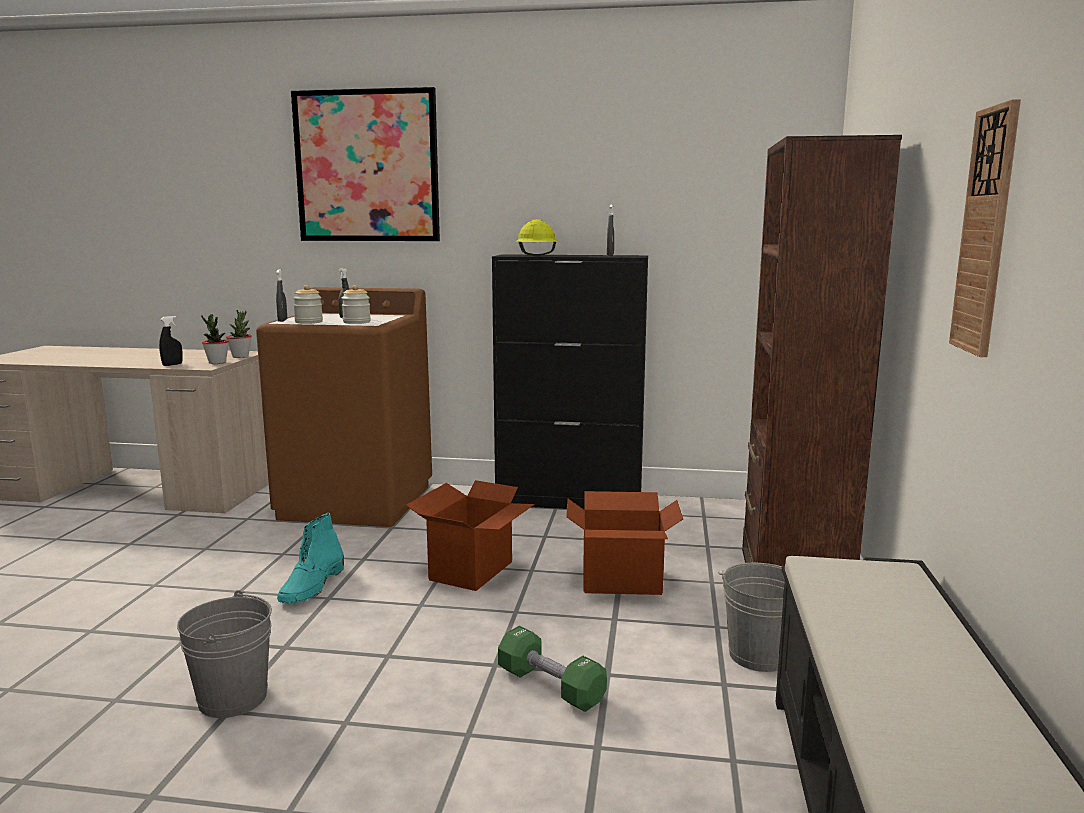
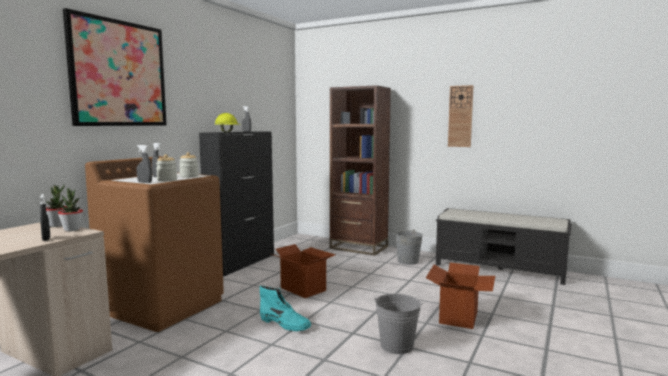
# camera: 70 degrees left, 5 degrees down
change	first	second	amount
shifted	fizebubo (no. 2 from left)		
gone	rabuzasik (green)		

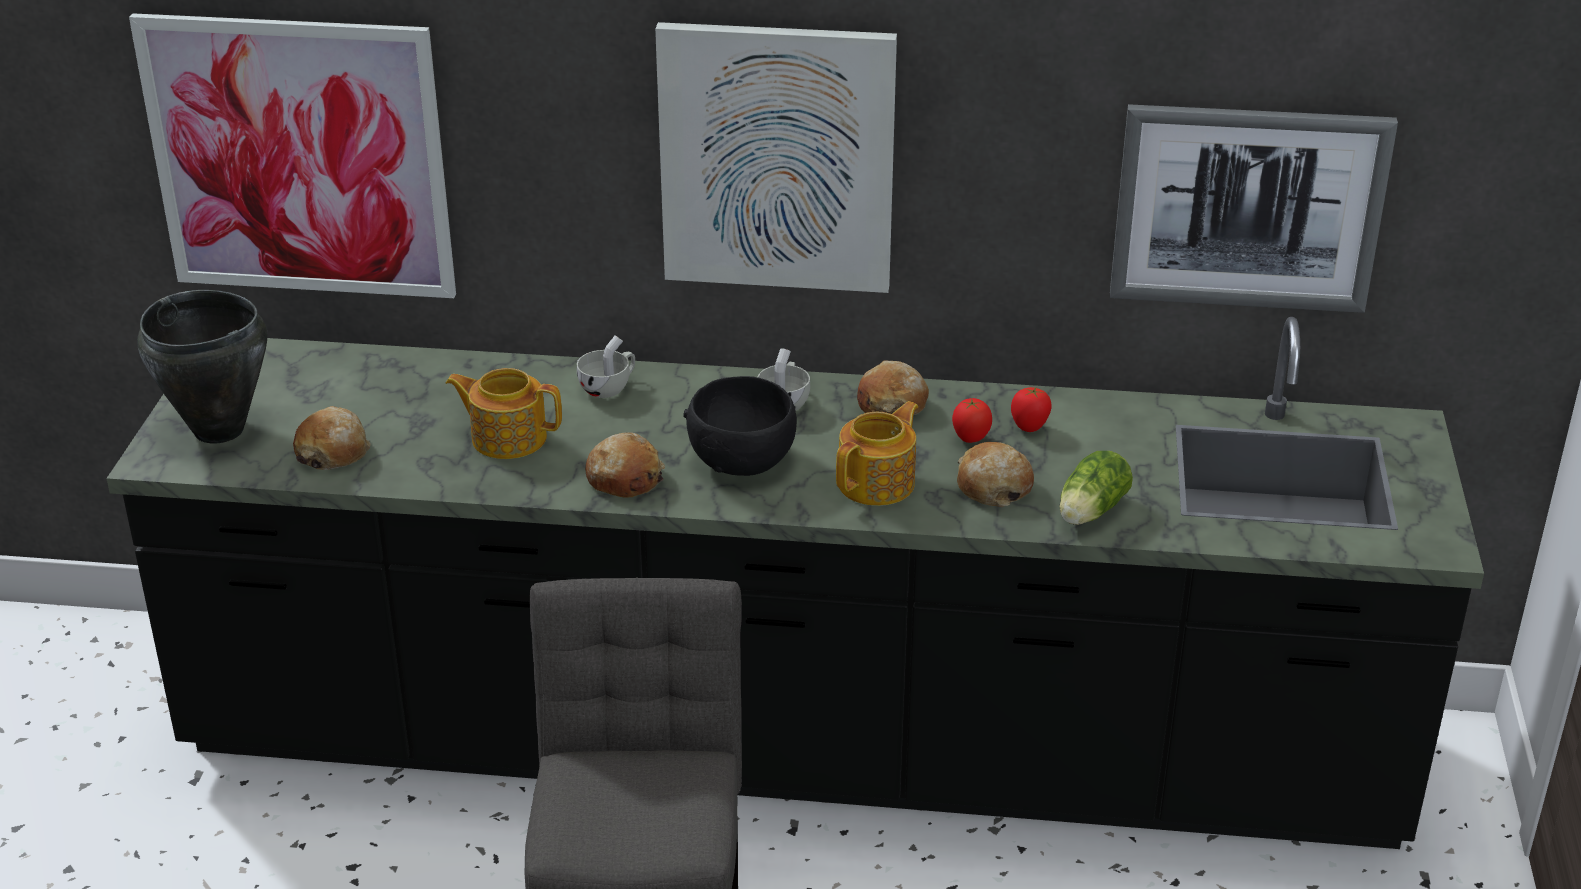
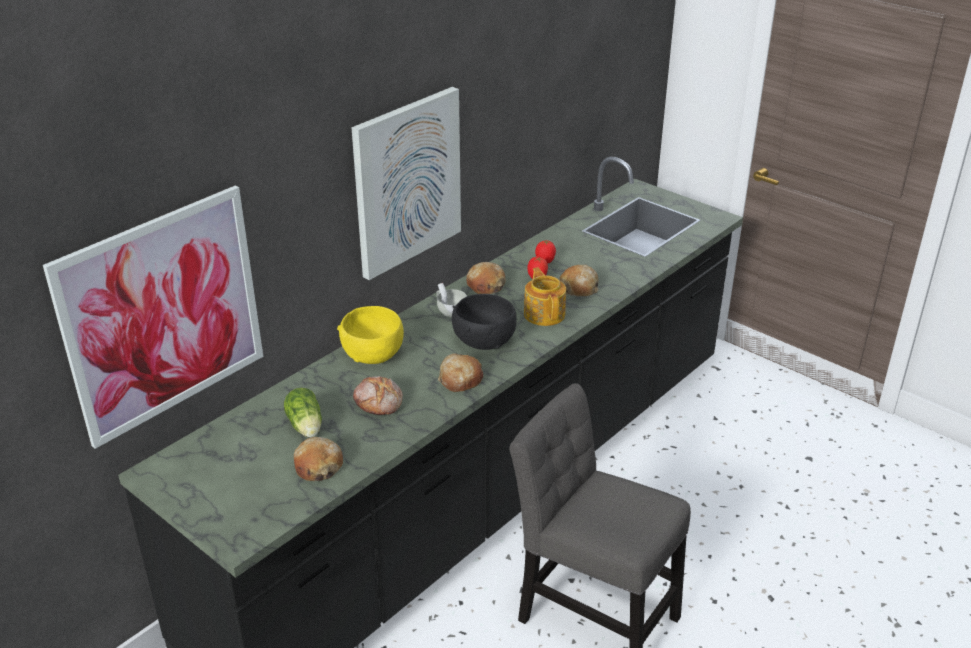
# camera: 55 degrees left, 0 degrees up
change	first	second	amount
shifted	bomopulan		
swapped	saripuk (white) (no. 1 from left)	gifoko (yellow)	
swapped	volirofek (no. 1 from left)	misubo (no. 2 from left)	
gone	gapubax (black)		
gone	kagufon (no. 3 from left)		

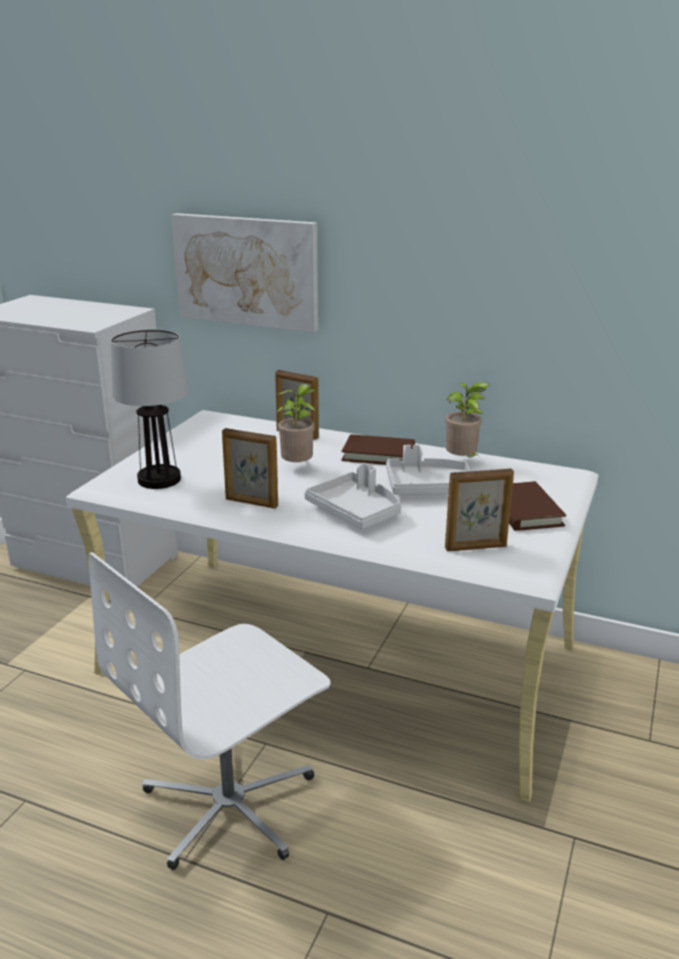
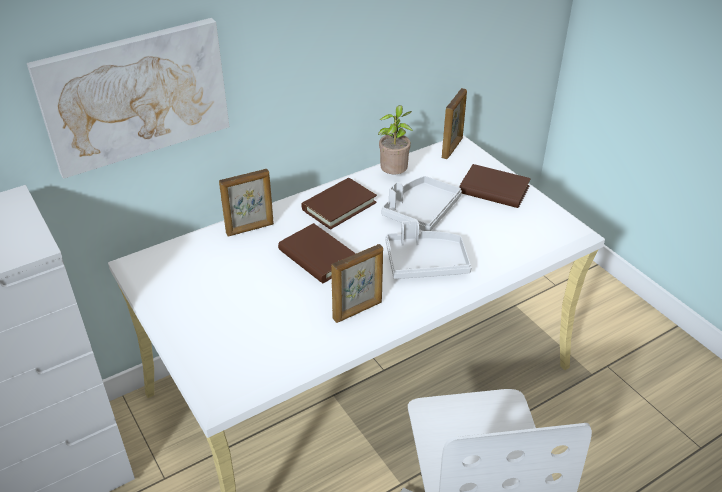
# camera: 55 degrees left, 15 degrees up
change	first	second	amount
swapped	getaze (no. 1 from left)	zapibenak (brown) (no. 1 from left)	
shifted	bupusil (no. 3 from left)		
gone	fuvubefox		

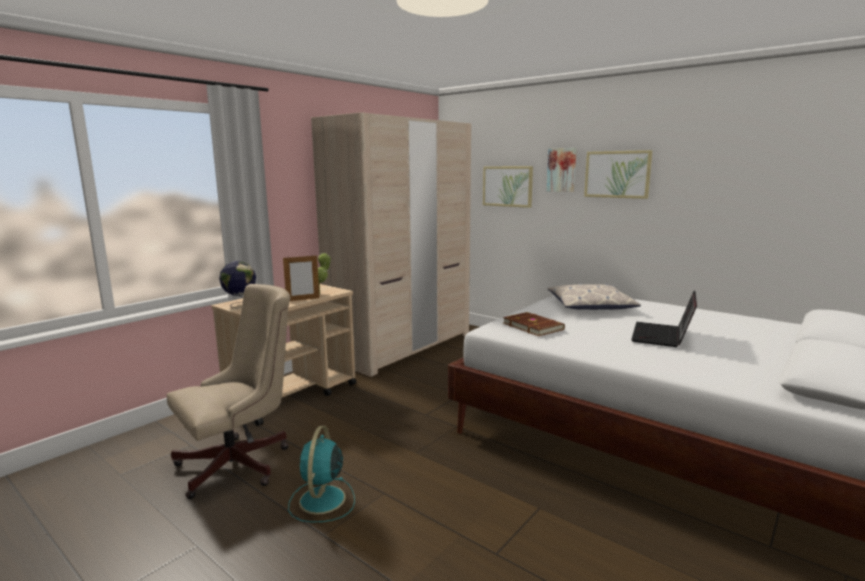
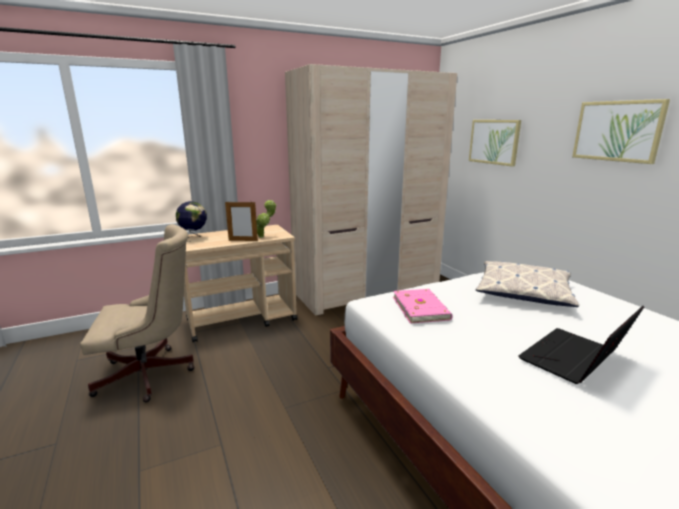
# camera: 25 degrees right, 5 degrees up
change	first	second	amount
repainted	zapibenak (brown)	zapibenak (pink)	
gone	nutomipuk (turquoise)		
gone	kagufon (no. 2 from left)		

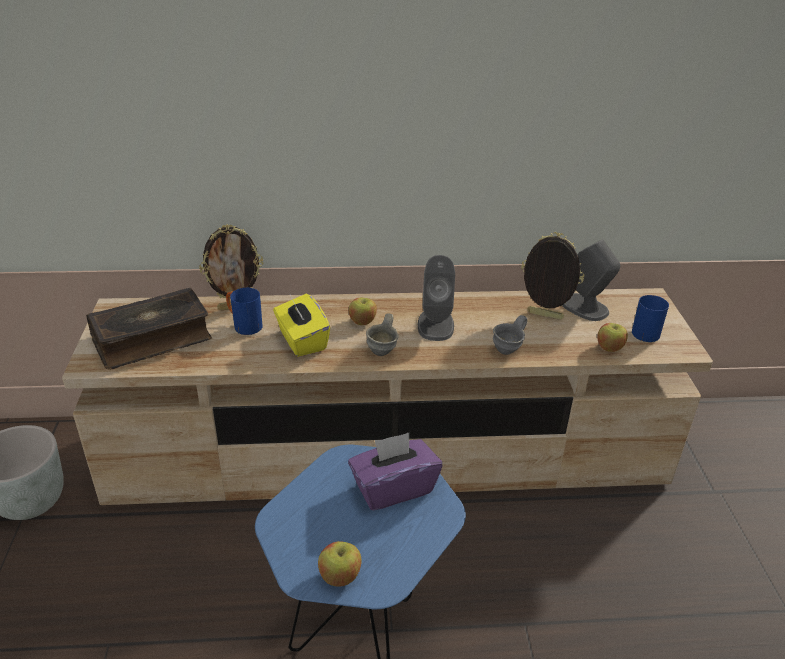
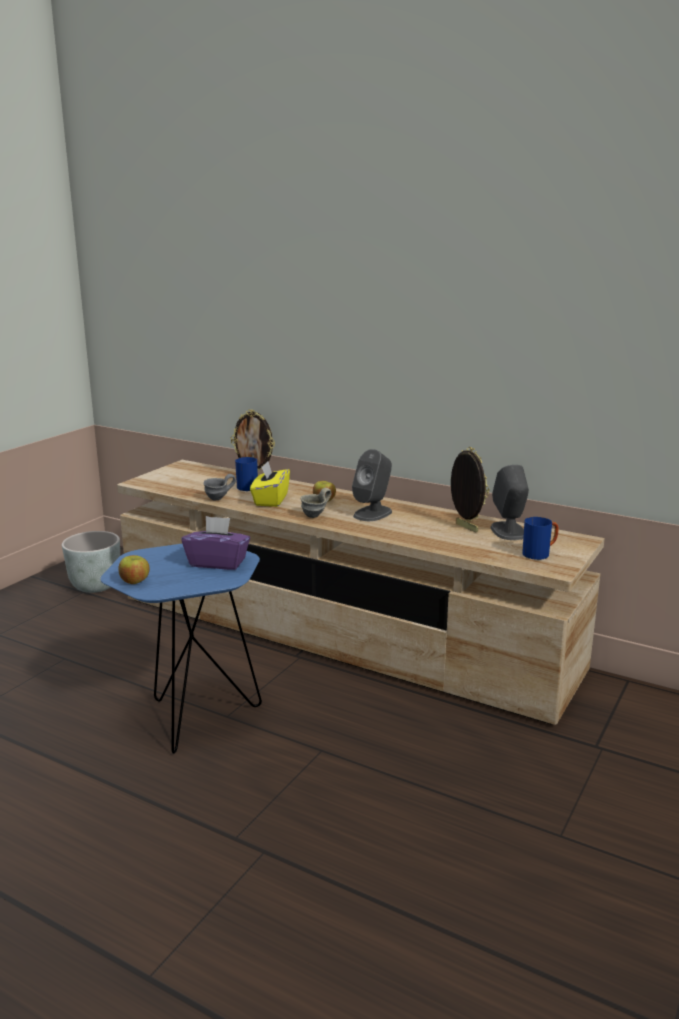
# camera: 35 degrees right, 15 degrees down
change	first	second	amount
shifted	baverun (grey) (no. 2 from left in the first image)	baverun (grey) (no. 1 from left)	
gone	zapibenak		
gone	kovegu (no. 3 from left)		

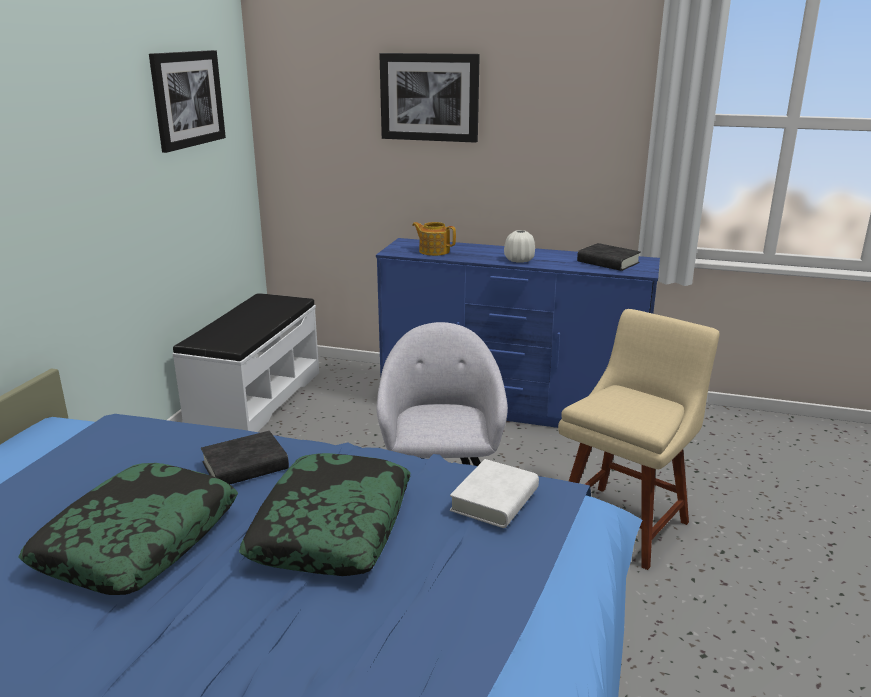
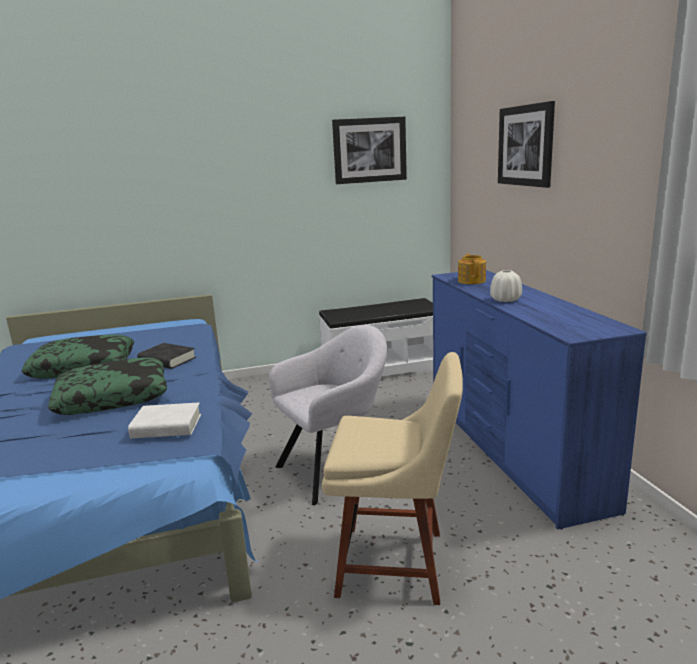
# camera: 60 degrees right, 5 degrees down
change	first	second	amount
gone	zapibenak (black) (no. 2 from left)		

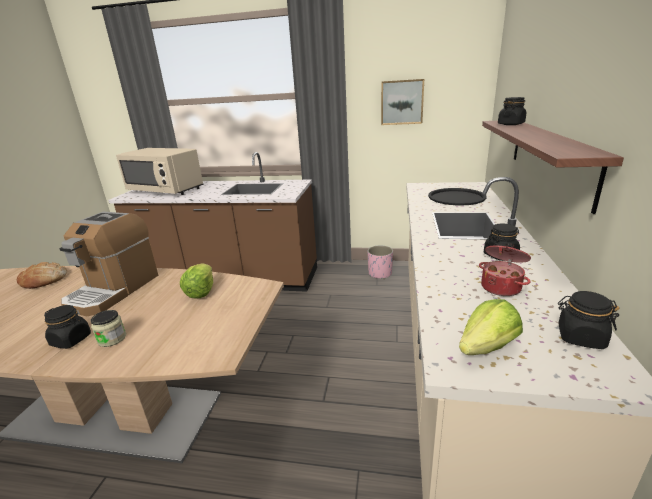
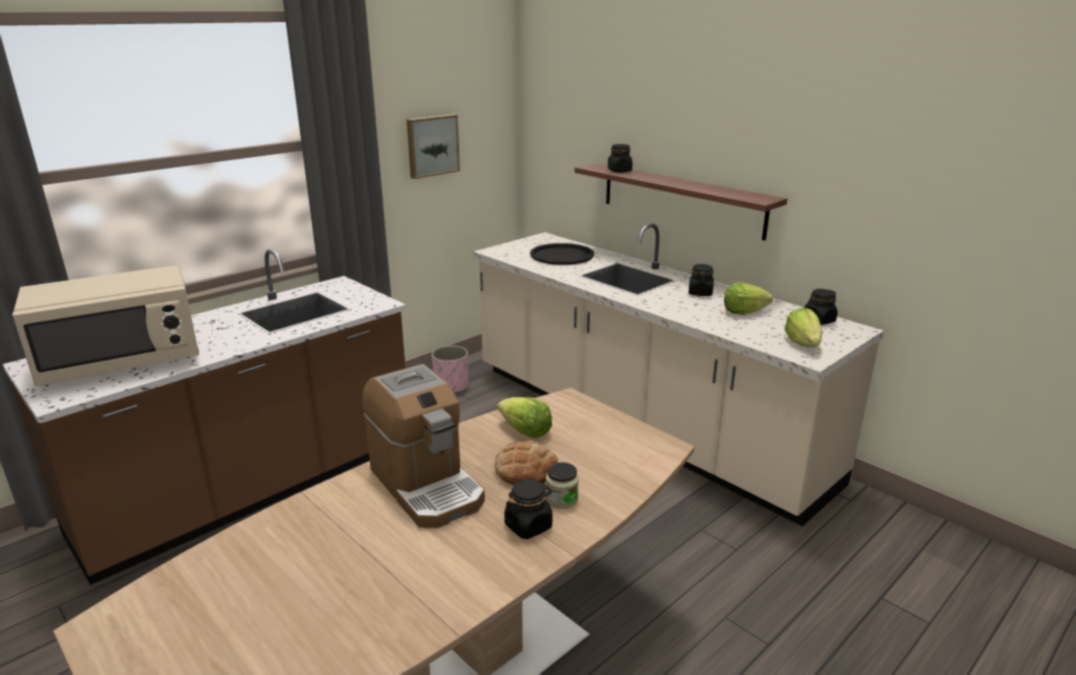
# camera: 55 degrees left, 0 degrees up
change	first	second	amount
shifted	misubo		
swapped	gapubax	bomopulan (no. 2 from left)	

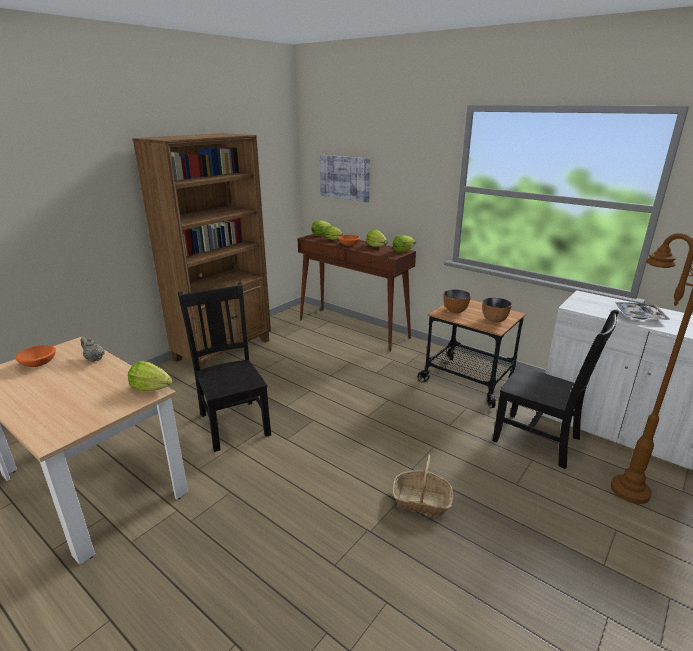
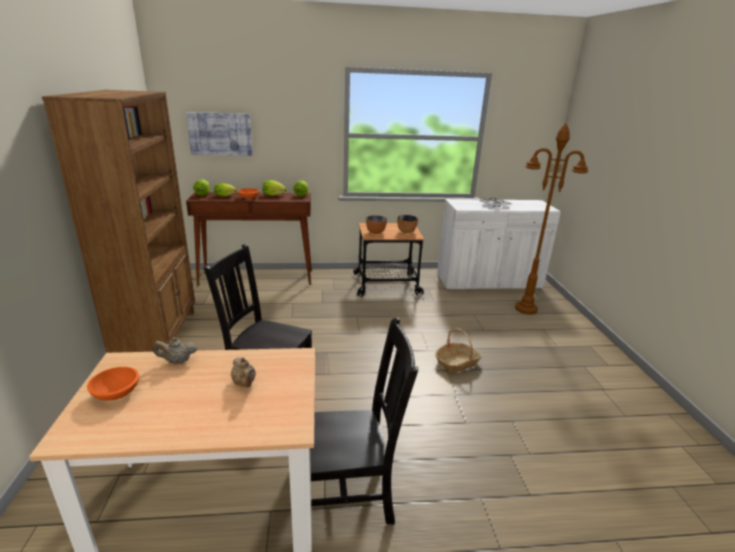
# camera: 45 degrees left, 0 degrees up
change	first	second	amount
new		volirofek (beige) (no. 2 from left)	
shifted	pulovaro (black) (no. 2 from left)		
gone	bomopulan (no. 1 from left)		

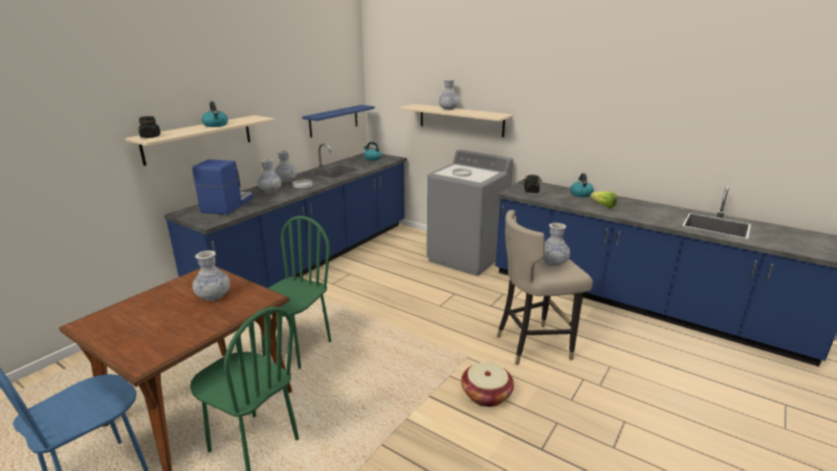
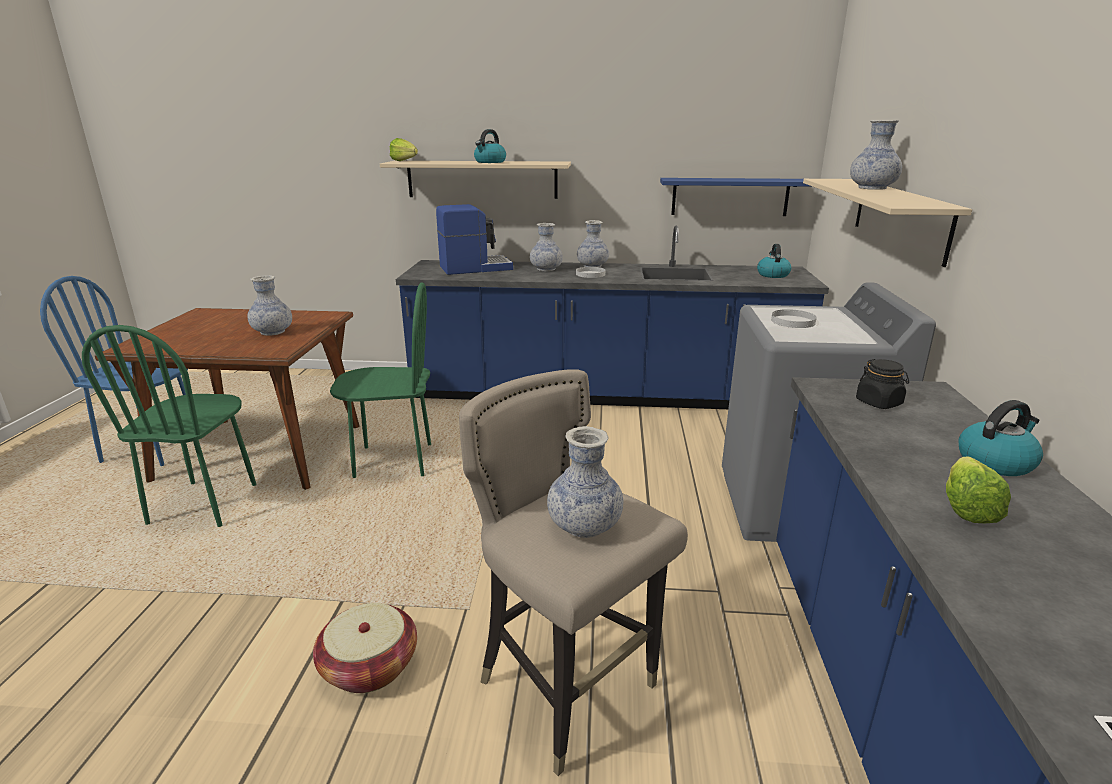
# camera: 60 degrees right, 0 degrees up
change	first	second	amount
swapped	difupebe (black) (no. 1 from left)	bomopulan (no. 1 from left)	

